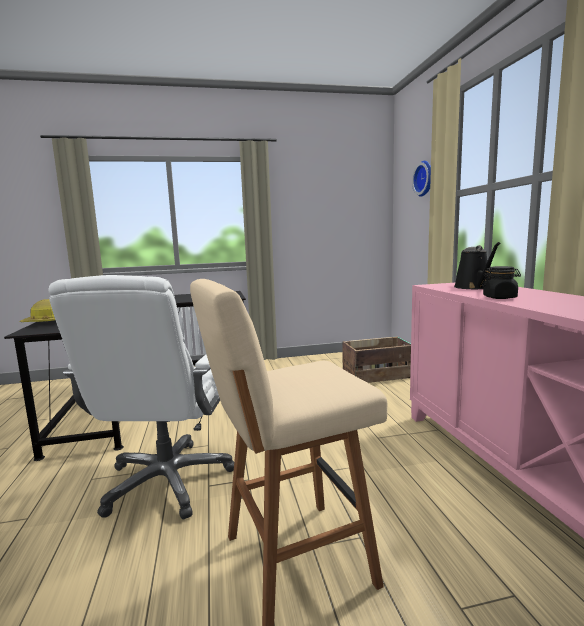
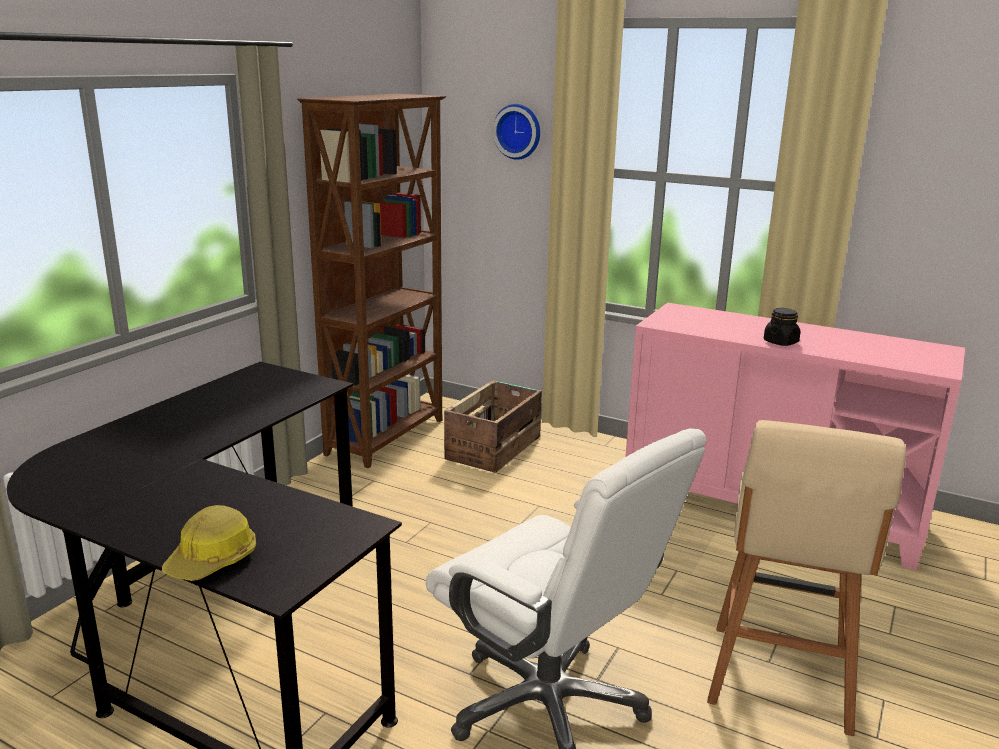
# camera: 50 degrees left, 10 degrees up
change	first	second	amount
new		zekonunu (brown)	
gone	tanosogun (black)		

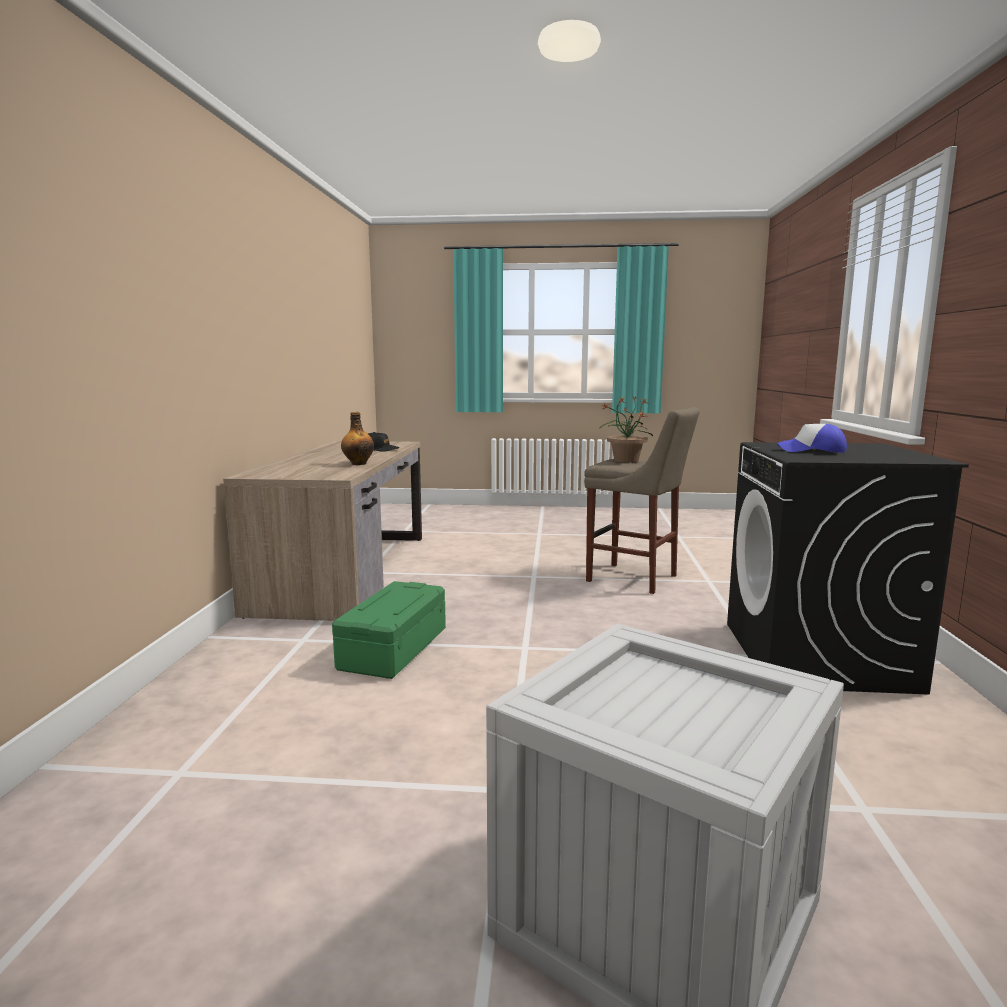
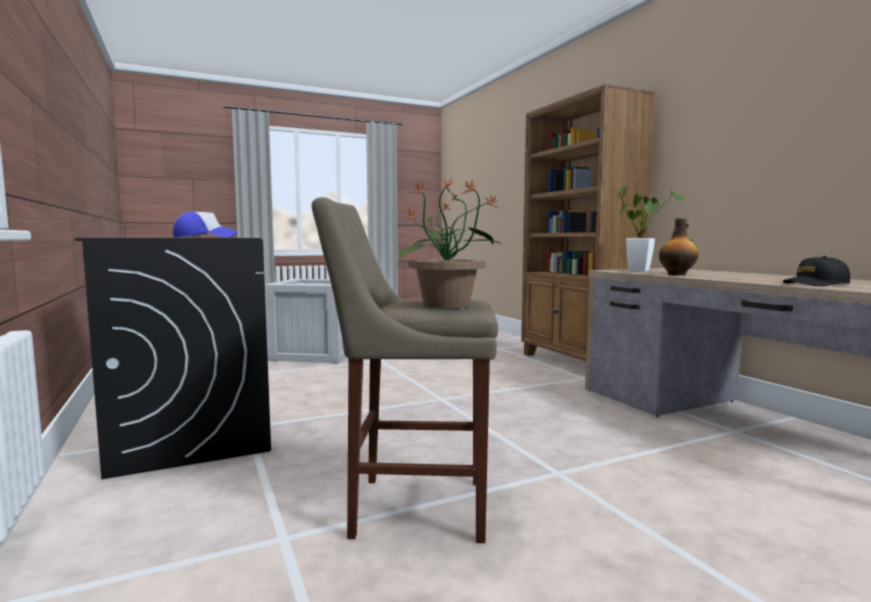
# camera: 150 degrees right, 5 degrees down
change	first	second	amount
new		zekonunu (brown)	
new		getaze (no. 2 from left)	
gone	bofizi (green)		

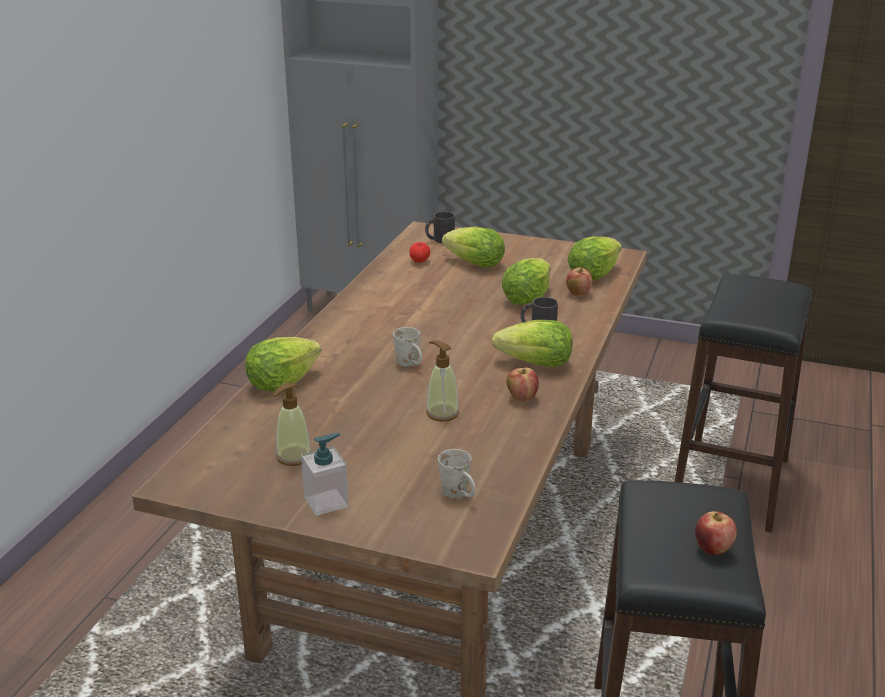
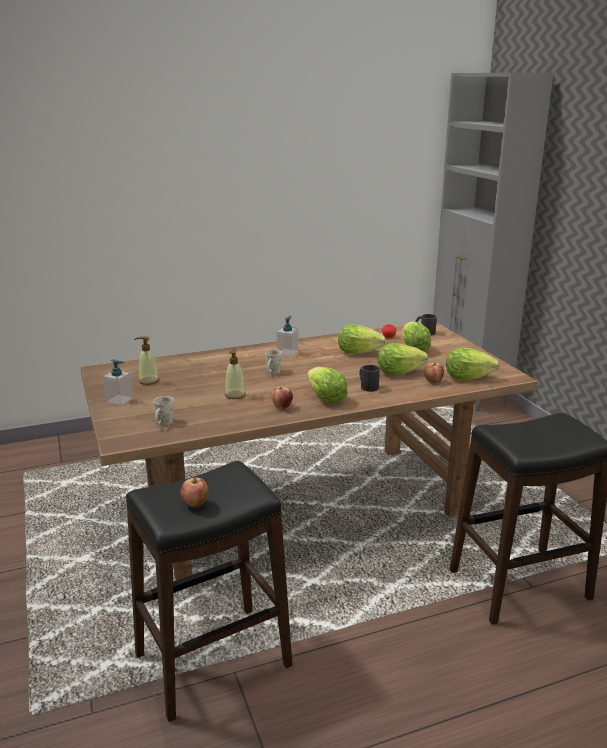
# camera: 50 degrees right, 5 degrees down
change	first	second	amount
new		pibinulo (no. 4 from left)	
shifted	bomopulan (no. 1 from left in the first image)	bomopulan (no. 2 from left)	

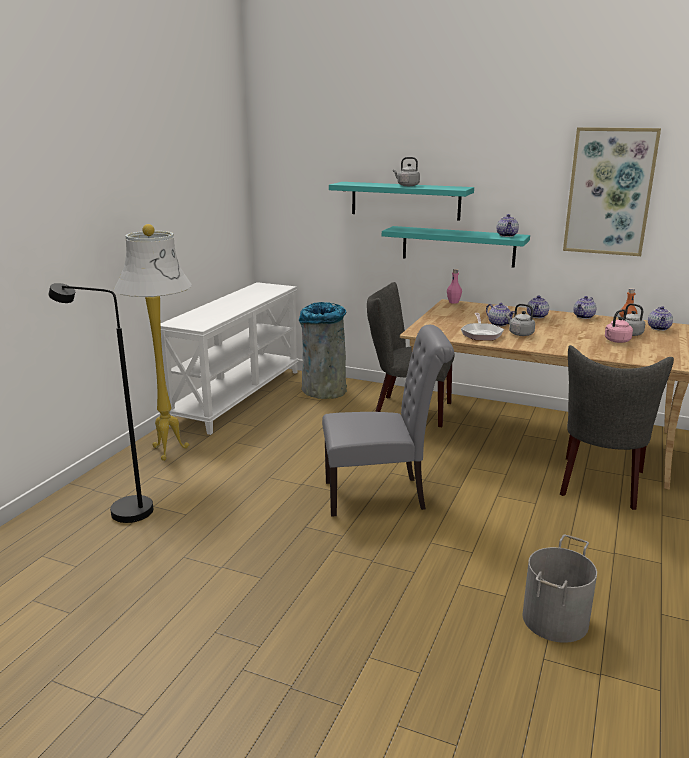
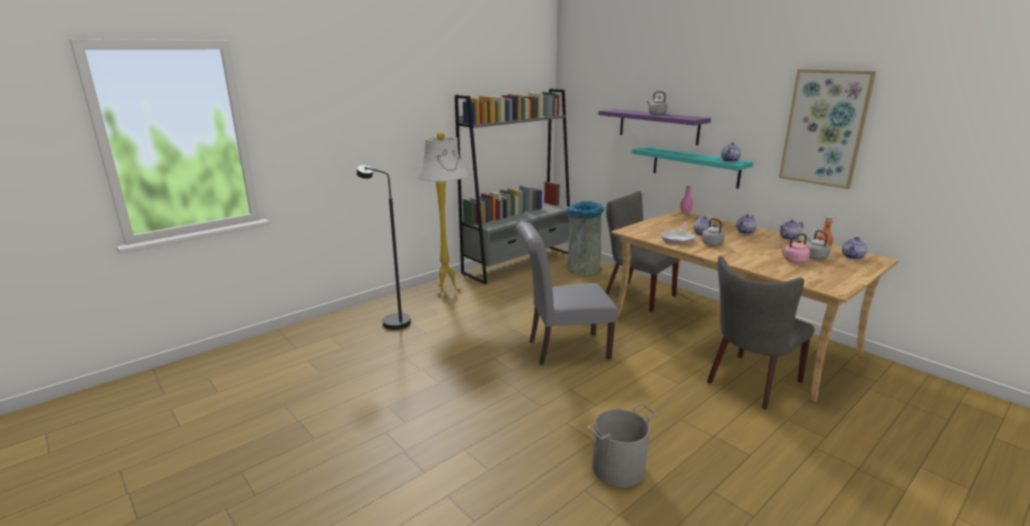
# camera: 25 degrees right, 0 degrees up
change	first	second	amount
swapped	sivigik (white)	zekonunu (grey)	
rotated	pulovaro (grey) (no. 1 from left)		150 degrees clockwise
repainted	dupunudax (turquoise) (no. 1 from left)	dupunudax (purple)	

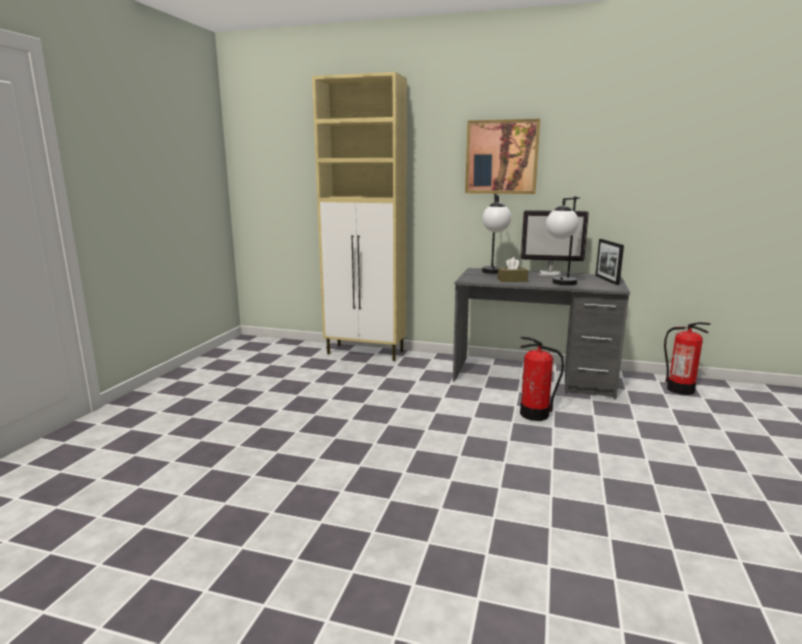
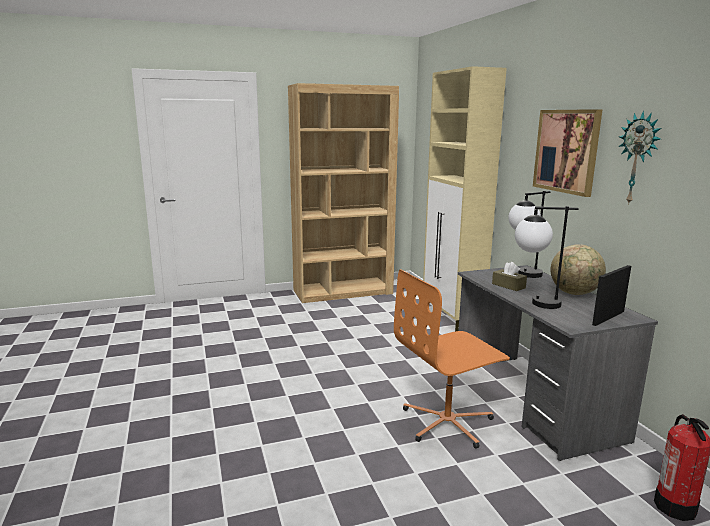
# camera: 55 degrees right, 0 degrees up
change	first	second	amount
new		zekonunu (brown)	
swapped	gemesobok (no. 1 from left)	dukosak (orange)	
swapped	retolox	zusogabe	
new		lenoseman	

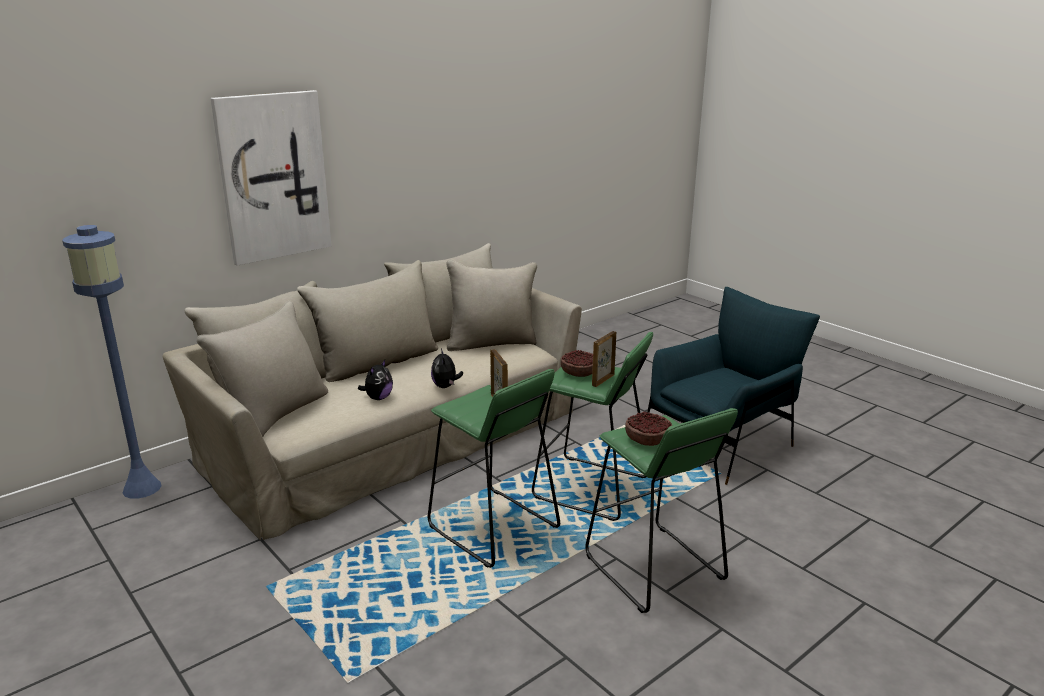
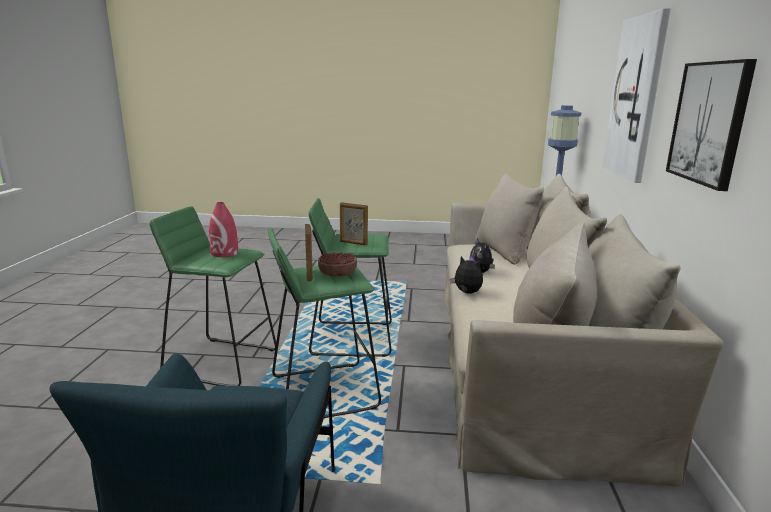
# camera: 135 degrees right, 5 degrees down
change	first	second	amount
swapped	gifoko (no. 2 from left)	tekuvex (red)	
new		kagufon (no. 2 from left)	

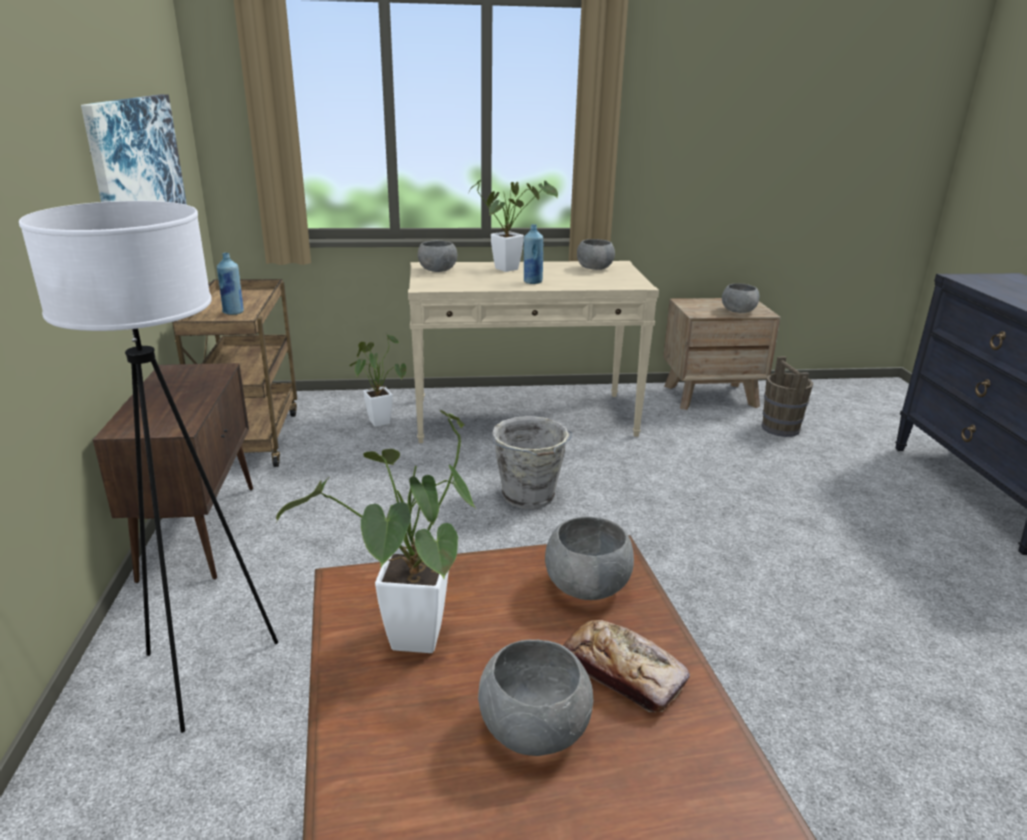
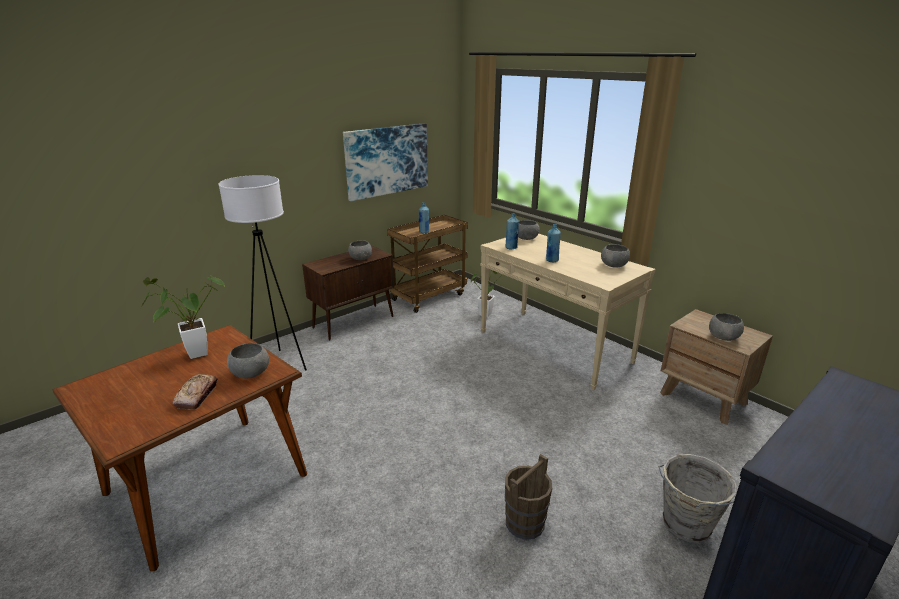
# camera: 55 degrees right, 0 degrees up
change	first	second	amount
shifted	gifoko (grey) (no. 2 from left)		
shifted	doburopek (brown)		
new		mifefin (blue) (no. 2 from left)	
shifted	doburopek (grey)		
gone	getaze (no. 3 from left)		

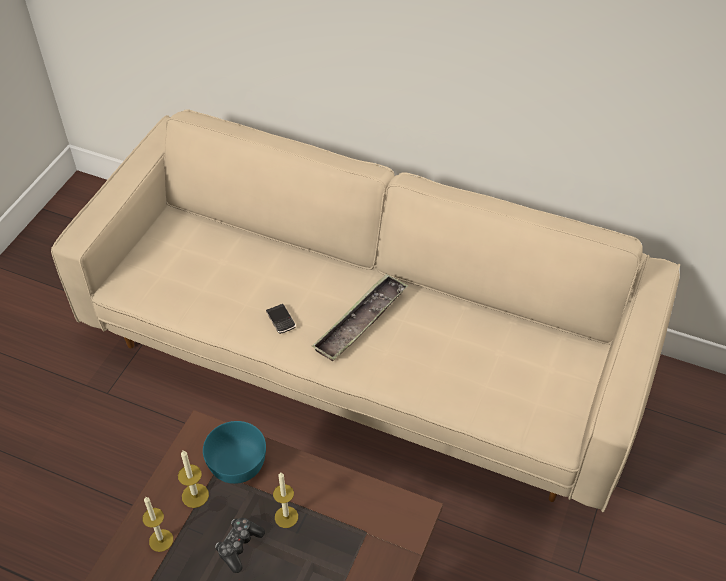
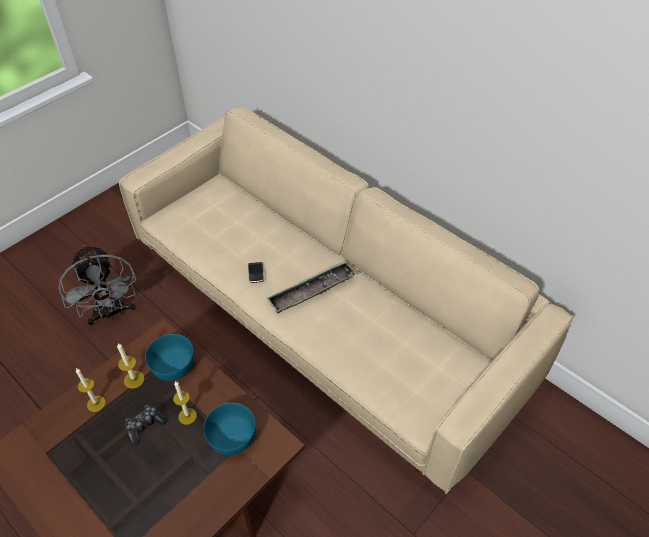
# camera: 20 degrees right, 0 degrees up
change	first	second	amount
new		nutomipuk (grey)	
new		gifoko (turquoise) (no. 2 from left)	

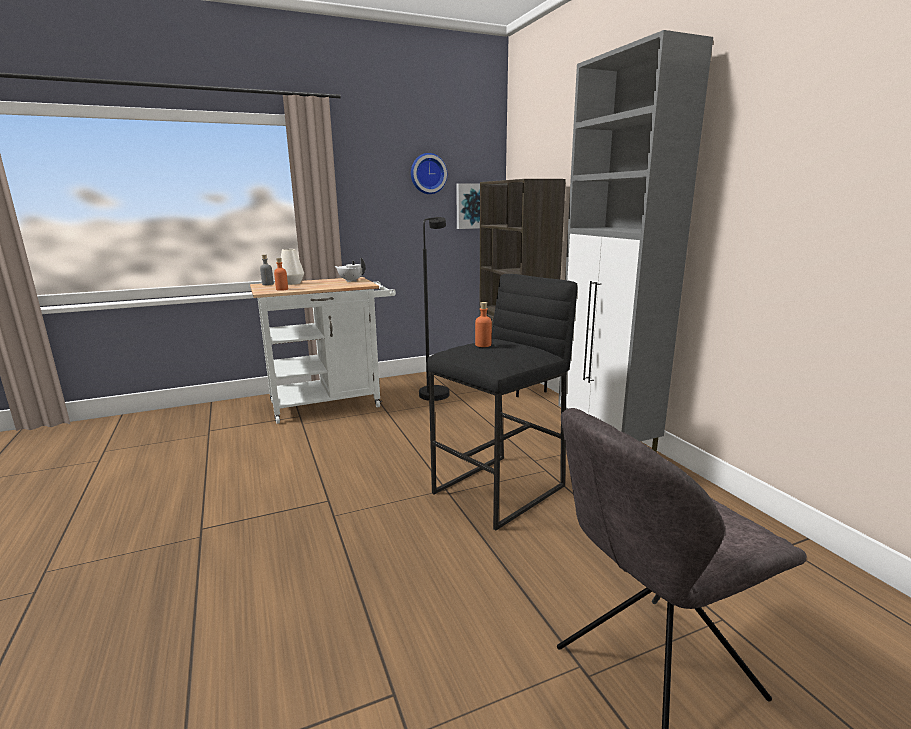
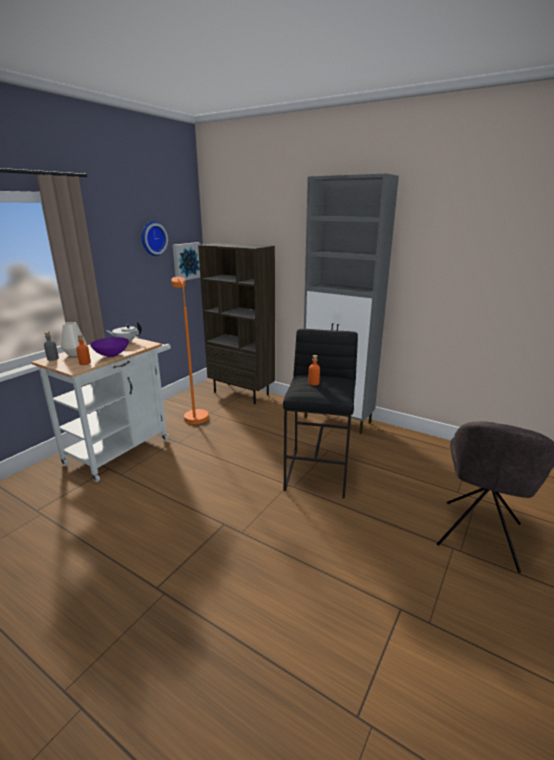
# camera: 35 degrees left, 5 degrees up
change	first	second	amount
new		gifoko (purple)	
repainted	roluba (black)	roluba (orange)	

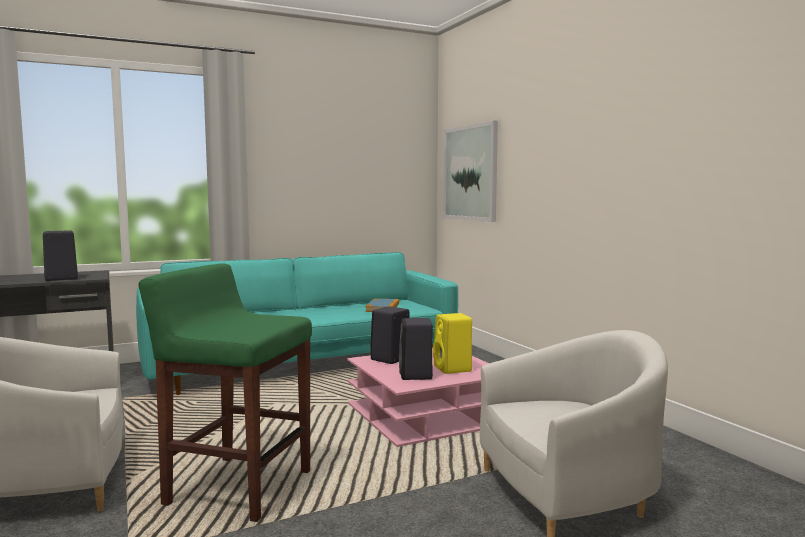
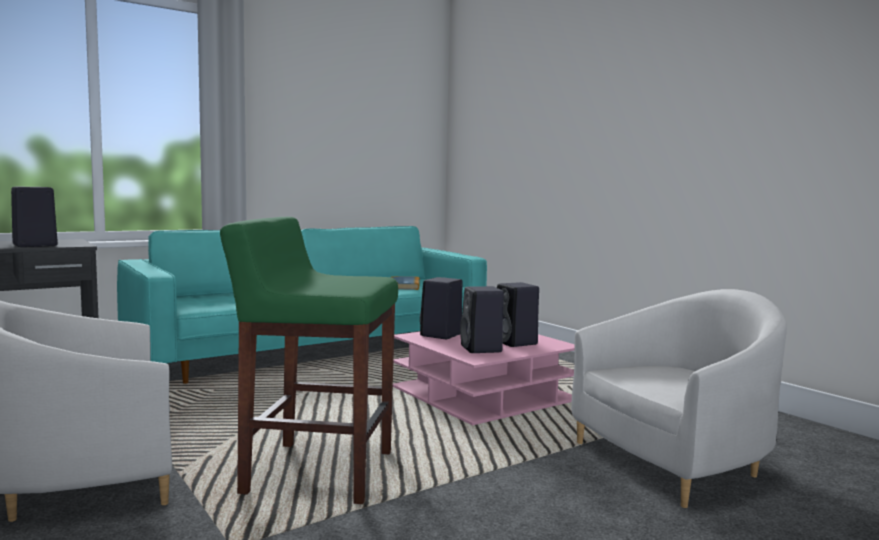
# camera: 10 degrees left, 0 degrees up
change	first	second	amount
repainted	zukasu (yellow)	zukasu (black) (no. 4 from left)	
gone	kagufon		

